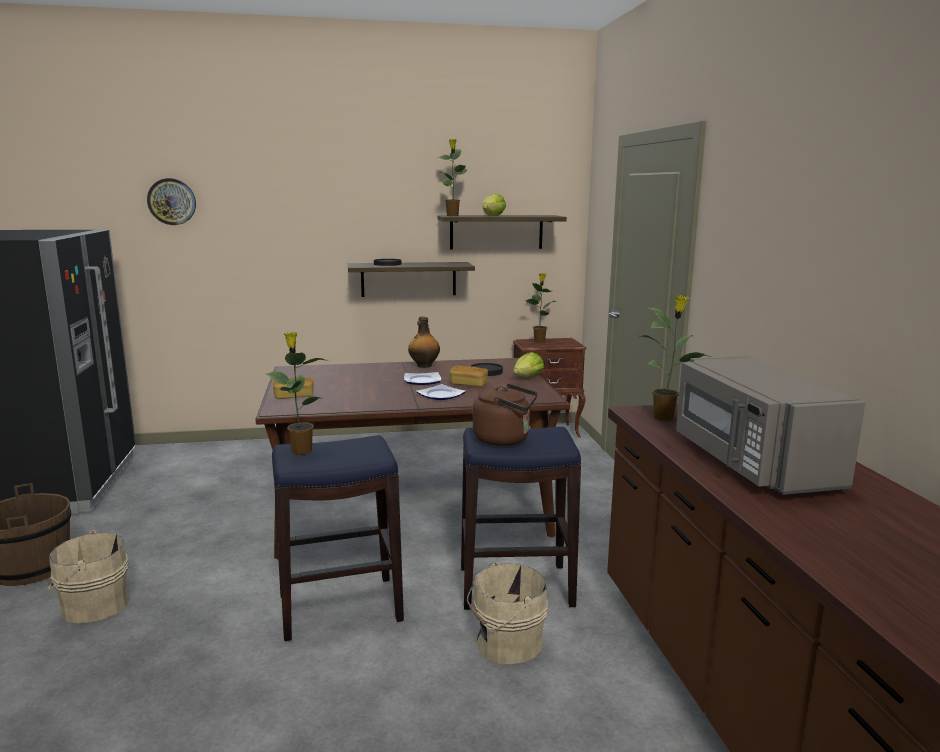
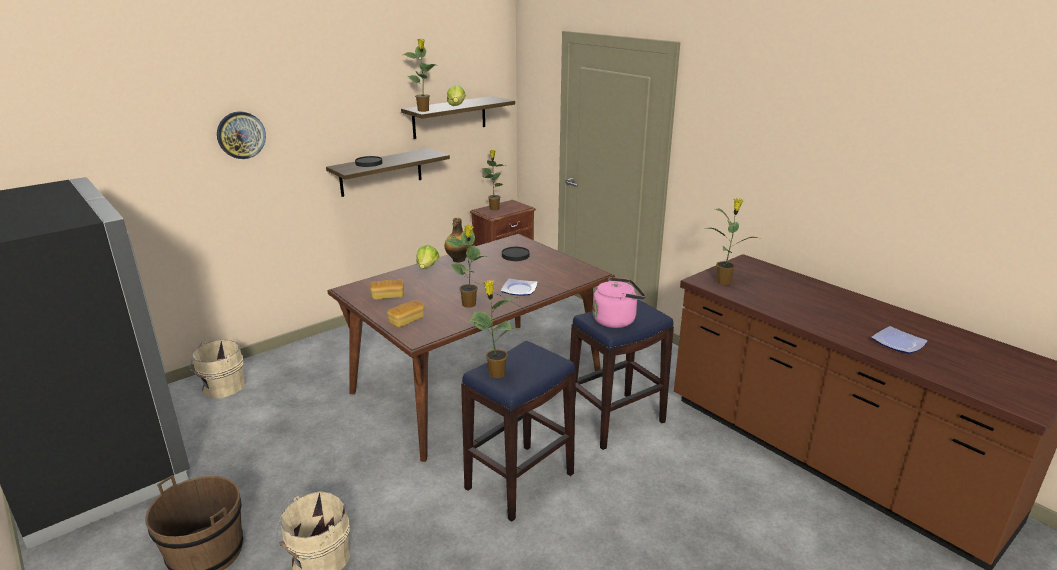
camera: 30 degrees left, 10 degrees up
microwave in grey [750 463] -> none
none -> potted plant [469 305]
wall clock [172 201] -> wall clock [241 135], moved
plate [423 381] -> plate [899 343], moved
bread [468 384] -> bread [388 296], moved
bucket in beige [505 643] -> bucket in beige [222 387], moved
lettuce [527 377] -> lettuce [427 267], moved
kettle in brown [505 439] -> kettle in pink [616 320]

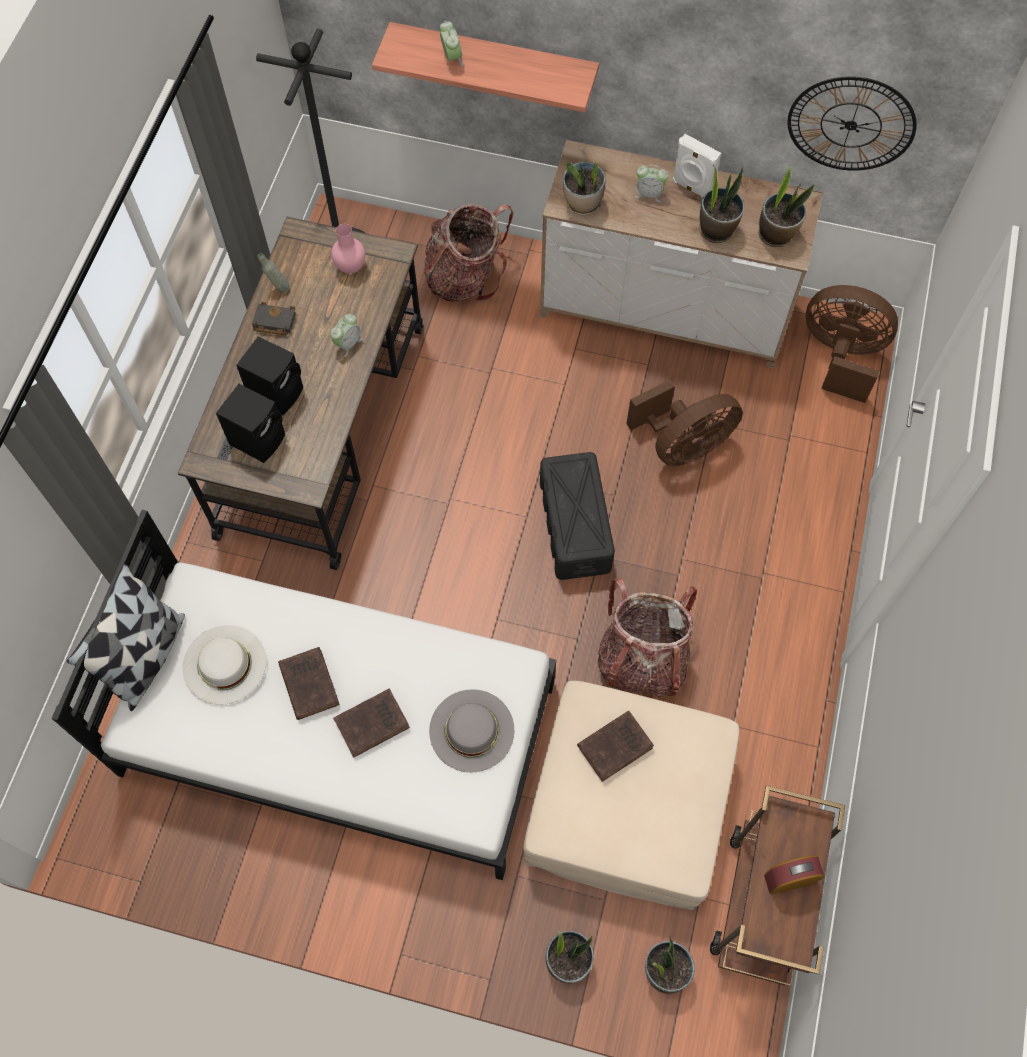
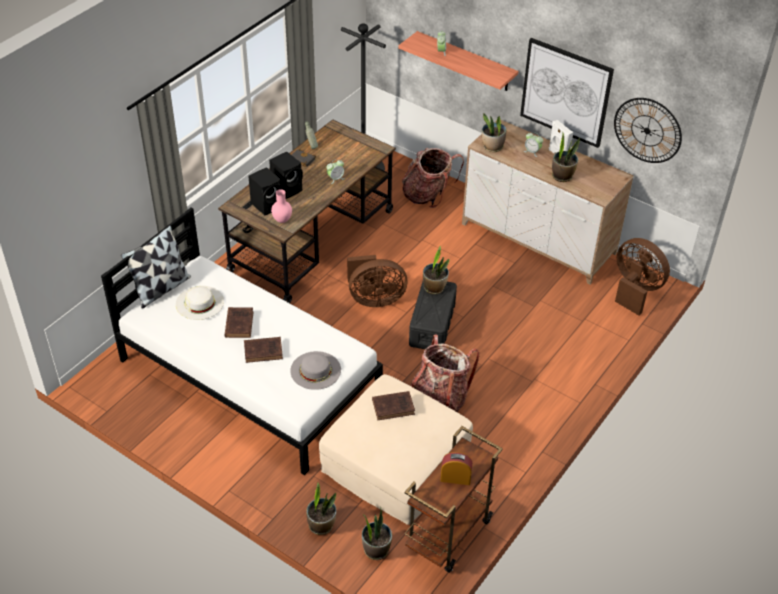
camera: 20 degrees right, 20 degrees down
none -> picture [565 92]
vase in pink [350 267] -> vase in pink [282 220], moved
fan in brown [683 445] -> fan in brown [374 299], moved
potted plant [776 234] -> potted plant [434 288], moved

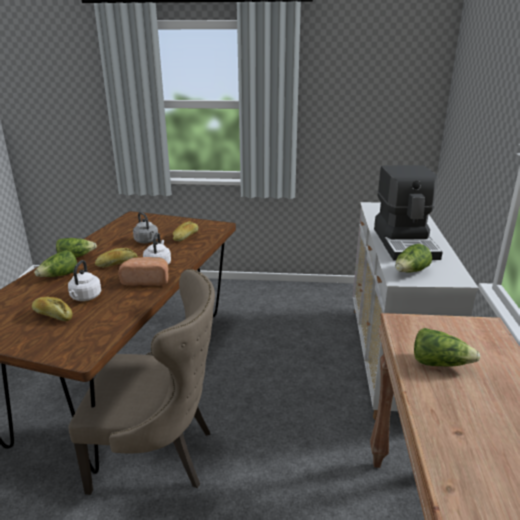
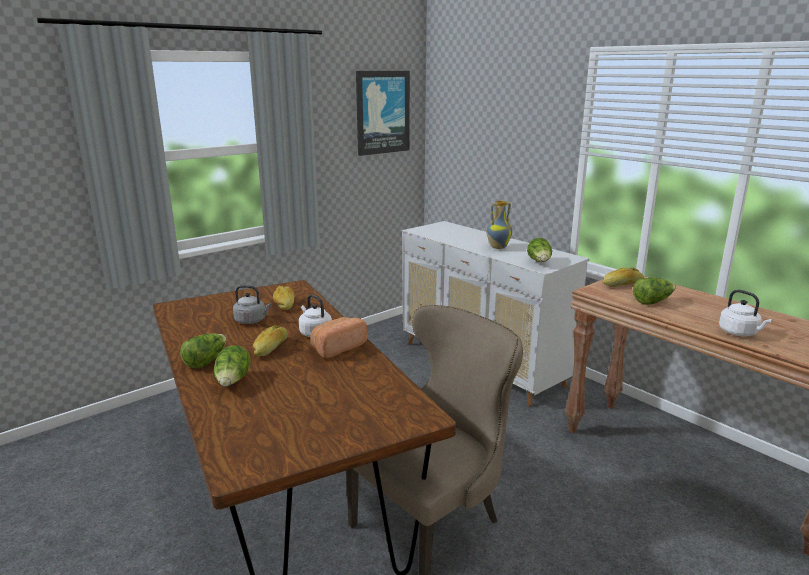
camera: 45 degrees left, 5 degrees down
none -> picture [382 112]
bread [53 315] -> bread [622 285], moved
kettle in white [85 297] -> kettle in white [740 333], moved
coffee machine [406 243] -> vase [498 247]

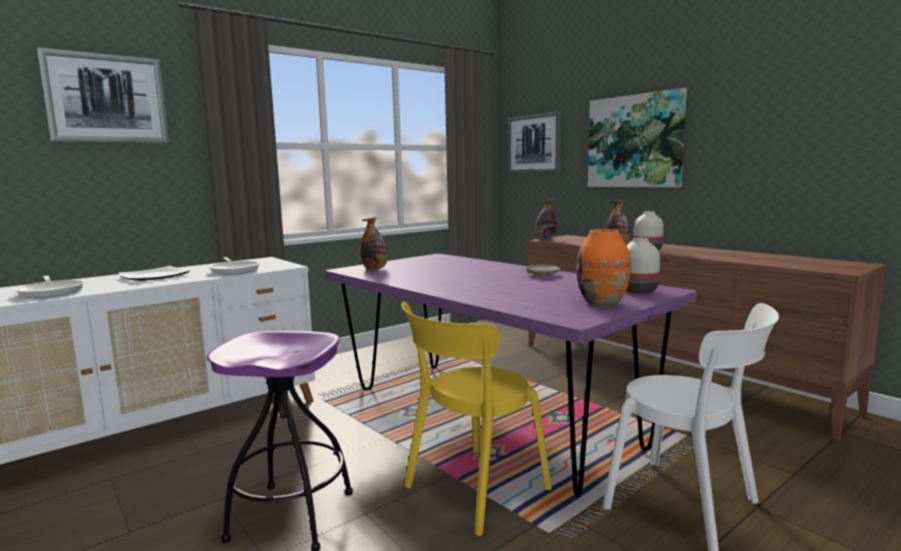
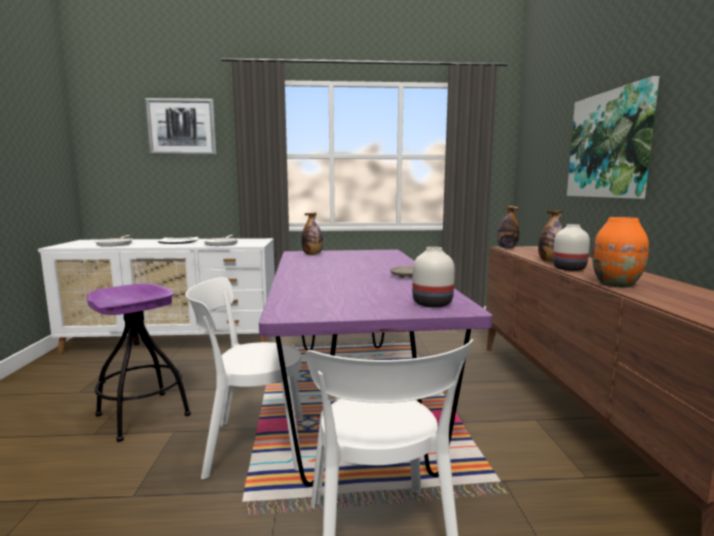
camera: 35 degrees right, 0 degrees up
picture [534 144] -> none
vase in orange [602 303] -> vase in orange [616 285], moved
chair in yellow [472 490] -> chair in white [251 445]

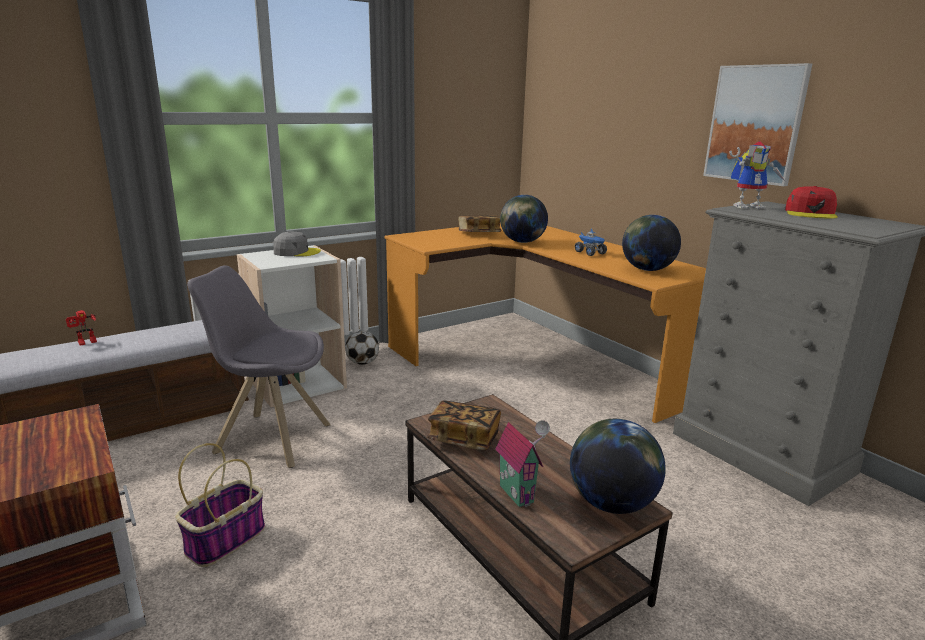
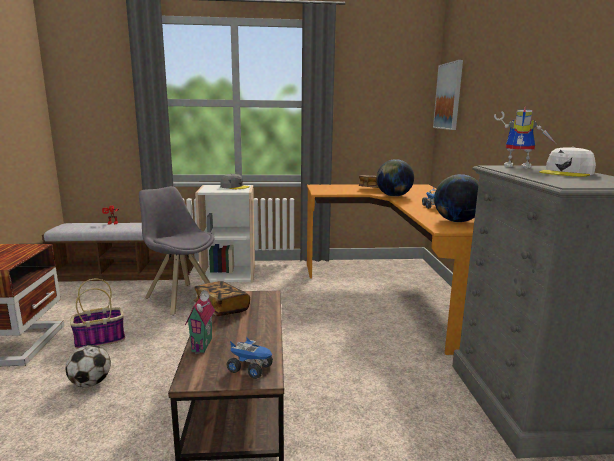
camera: 30 degrees right, 5 degrees down
football [362 363] -> football [90 383], moved
picture [755 124] -> picture [449 96], moved
globe [611 503] -> toy truck [250 369]
cap in red [811 213] -> cap in white [566 173]

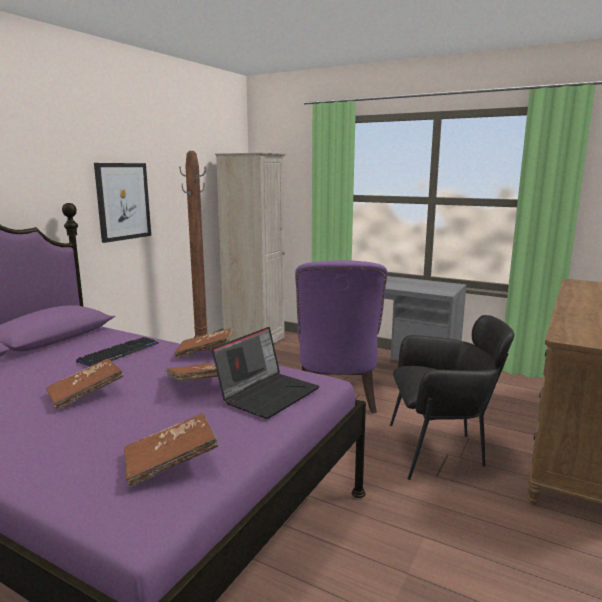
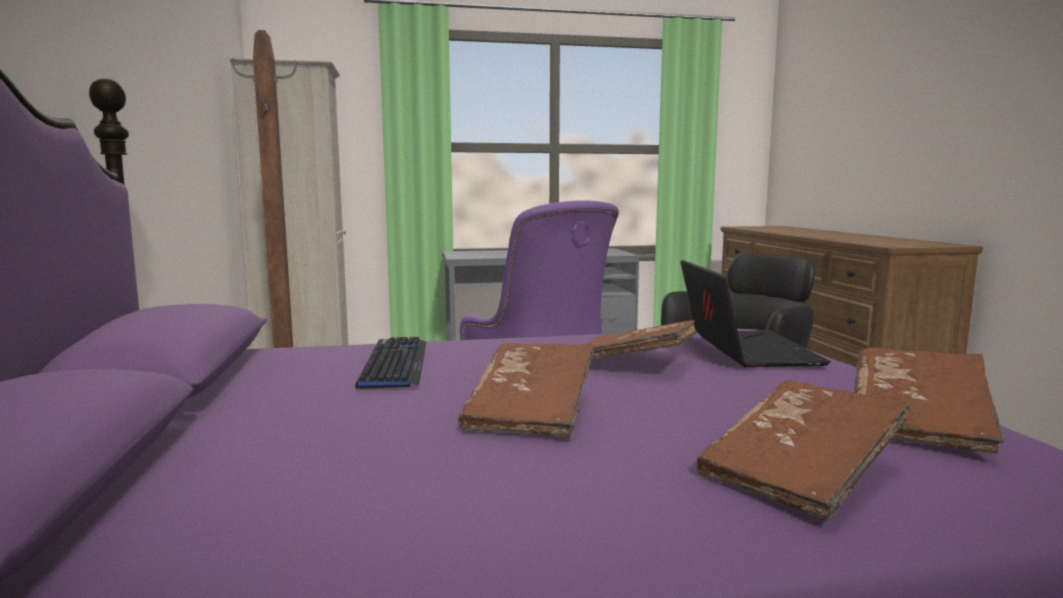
camera: 40 degrees left, 5 degrees down
picture [123 201] -> none
book in brown [205 352] -> book in brown [801 472], moved

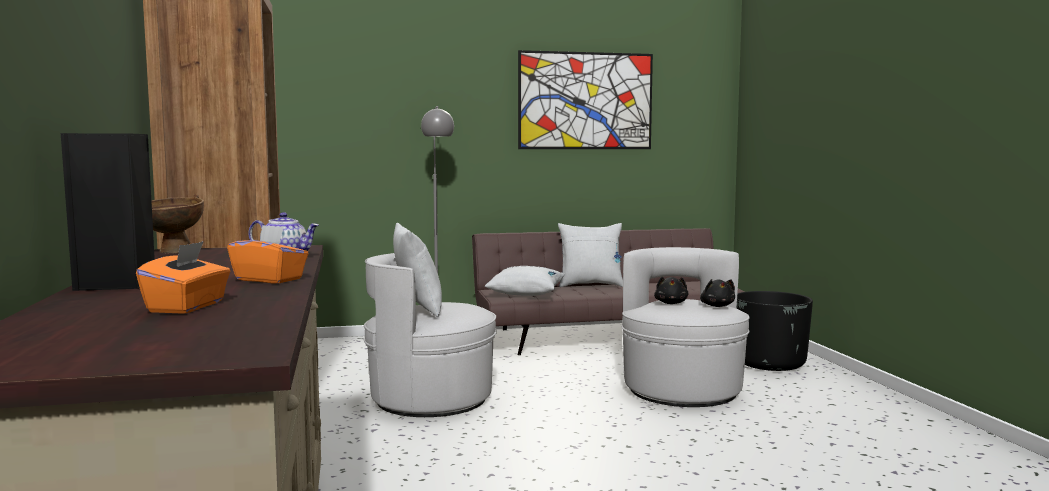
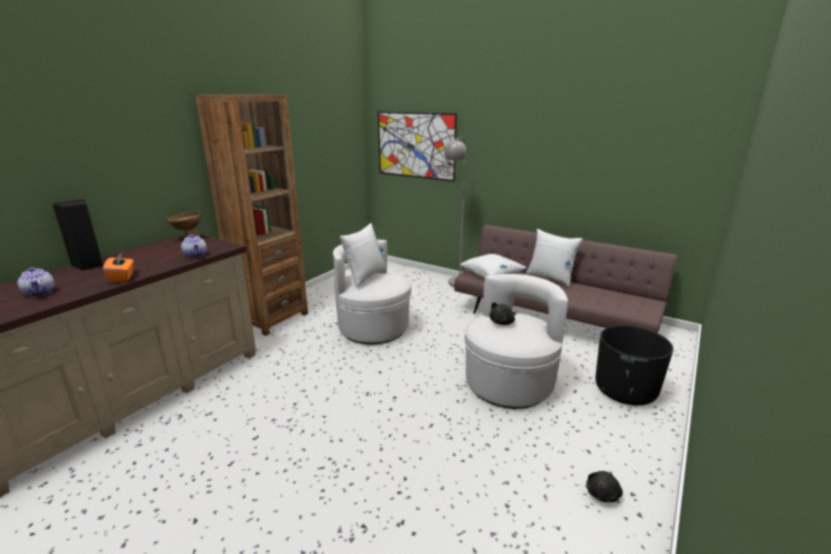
camera: 45 degrees right, 15 degrees up
picture [585 101] -> picture [415 145], moved
plush toy in black [717 306] -> plush toy in black [603 494], moved
tissue box in orange [187 307] -> teapot [40 293]

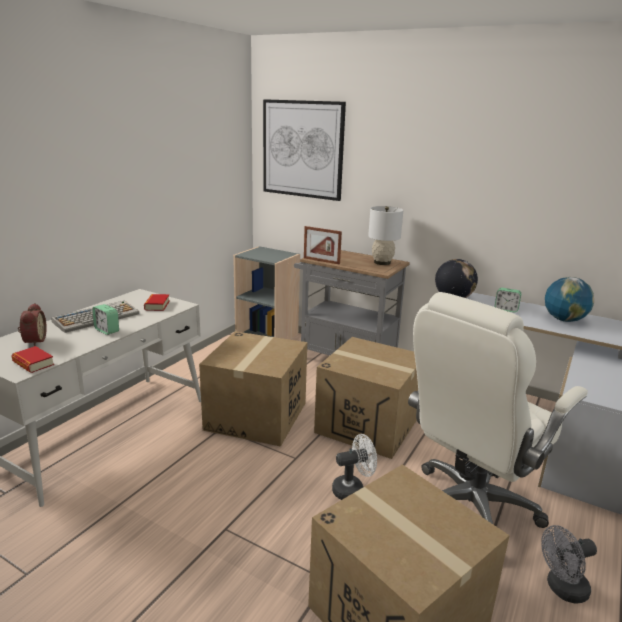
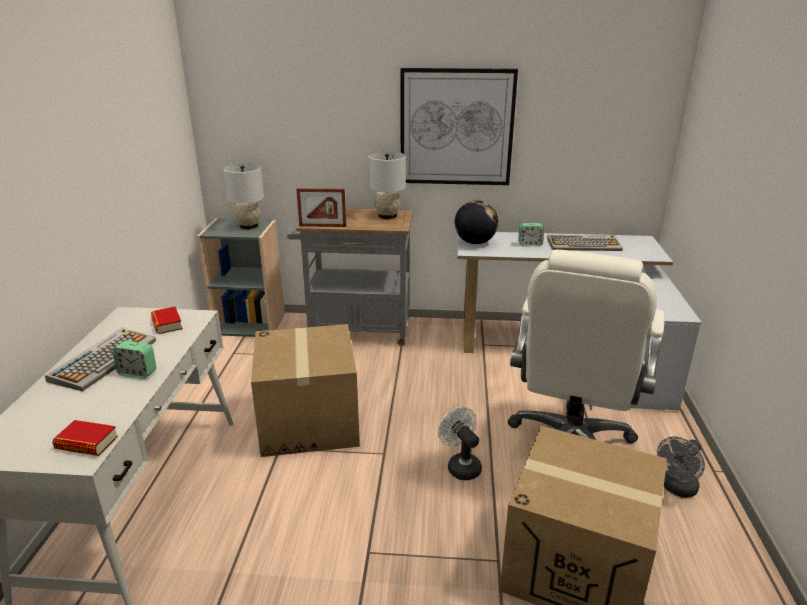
camera: 25 degrees left, 5 degrees up
alarm clock [33 341] -> none
cardboard box [368 424] -> none
none -> table lamp in white [248 226]
picture [302 149] -> picture [456 127], moved
globe [564 320] -> keyboard [584 244]
fan in white [352 489] -> fan in white [460 466], 75 degrees counterclockwise

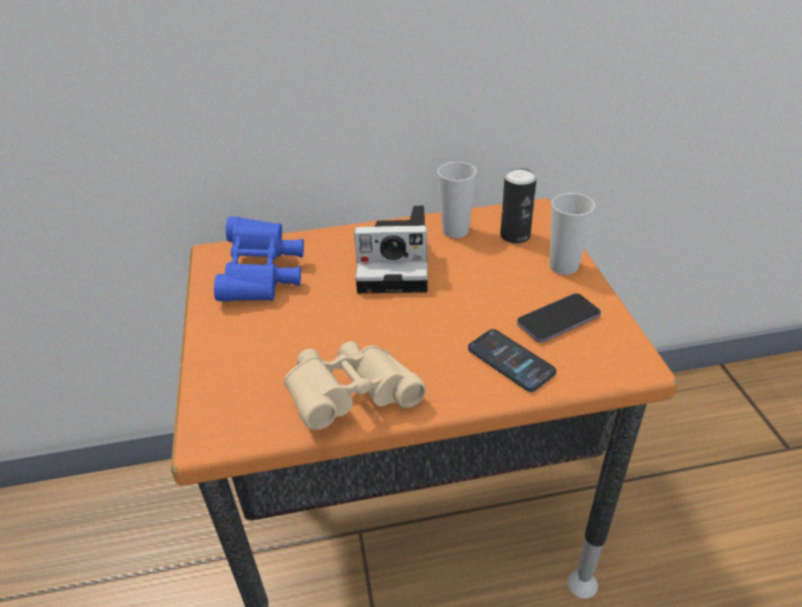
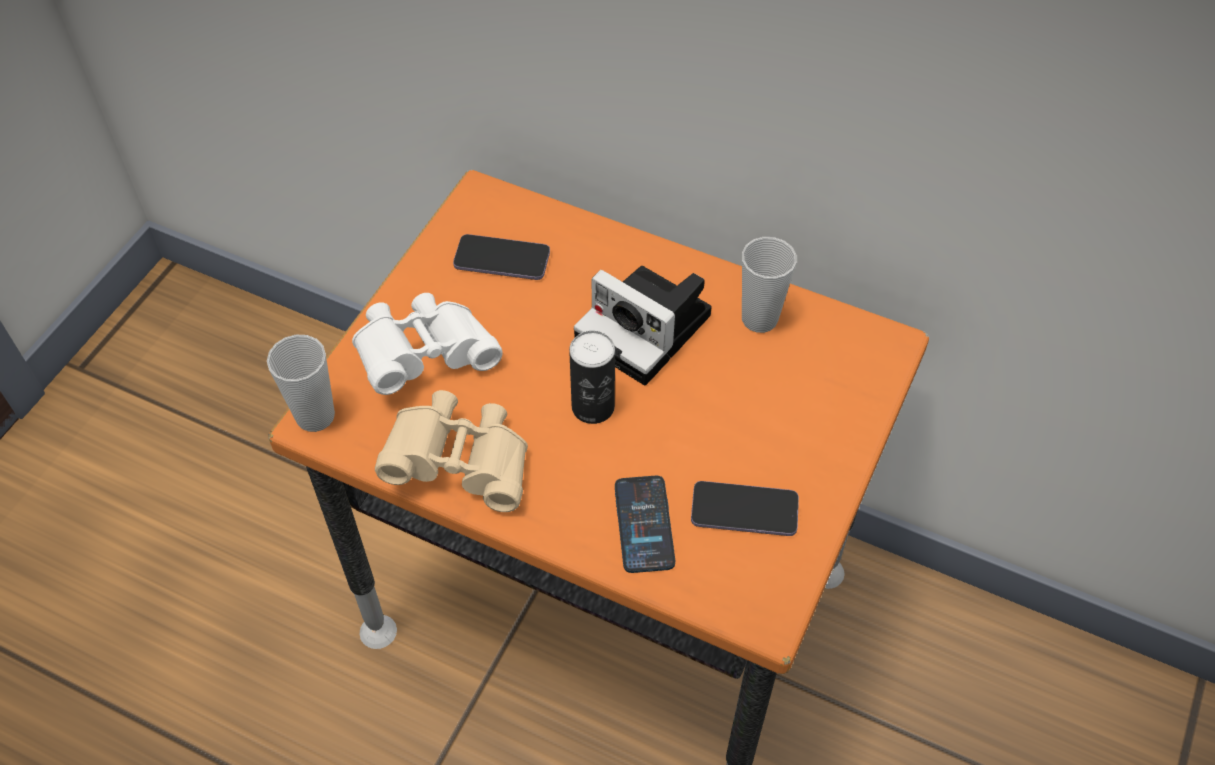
camera: 35 degrees right, 15 degrees up
none -> binoculars in white [425 356]
can [515 235] -> can [593 406], moved
cup [563 266] -> cup [315 416], moved
binoculars in blue [263 277] -> phone [502 259]

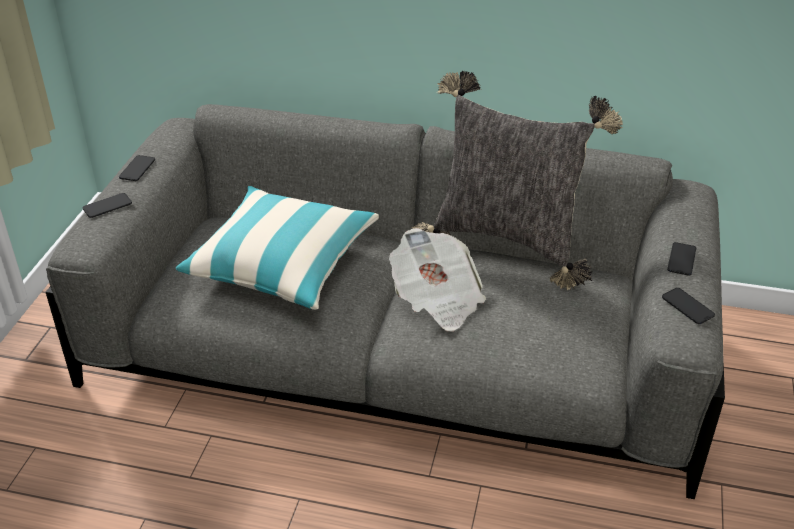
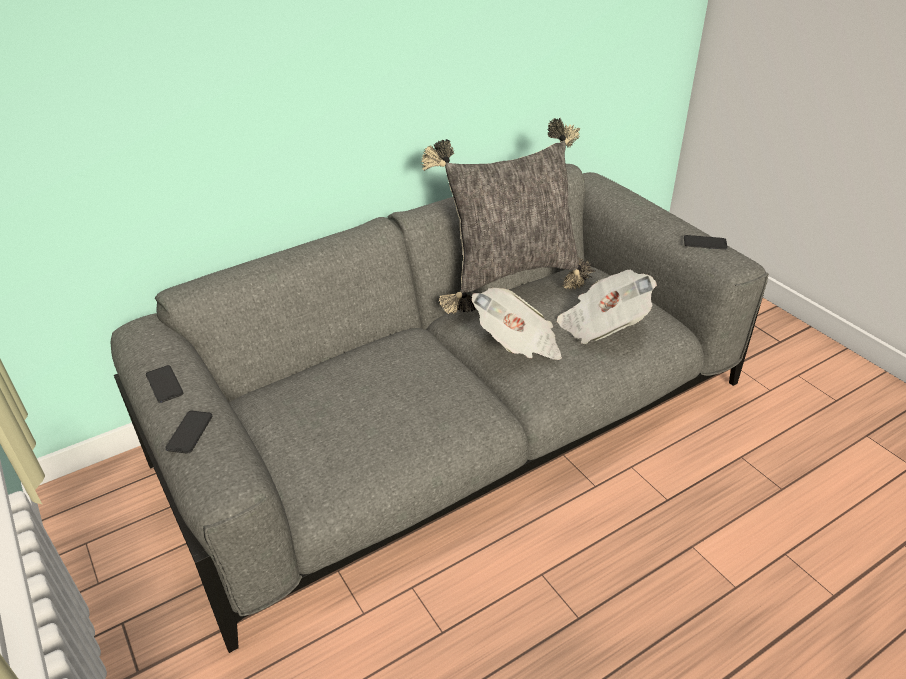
camera: 45 degrees left, 0 degrees up
pillow [282 263] -> none
phone [681 259] -> none
none -> newspaper [602 325]

